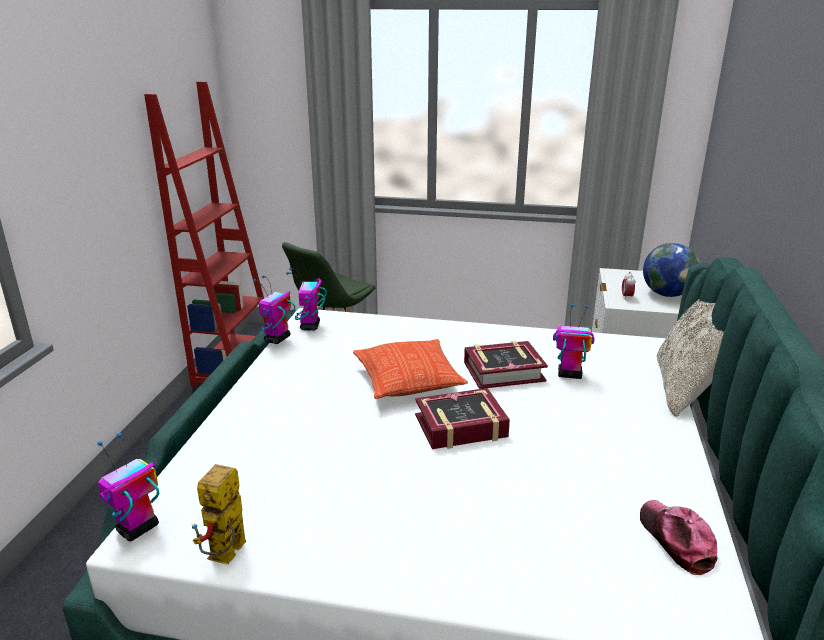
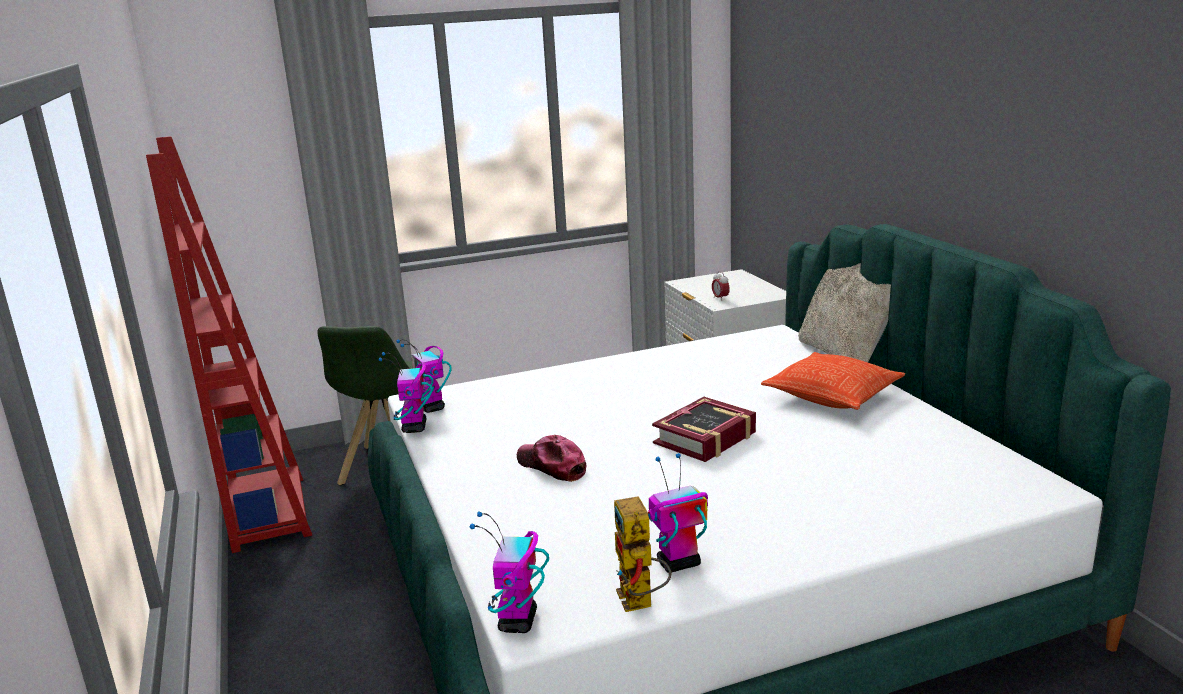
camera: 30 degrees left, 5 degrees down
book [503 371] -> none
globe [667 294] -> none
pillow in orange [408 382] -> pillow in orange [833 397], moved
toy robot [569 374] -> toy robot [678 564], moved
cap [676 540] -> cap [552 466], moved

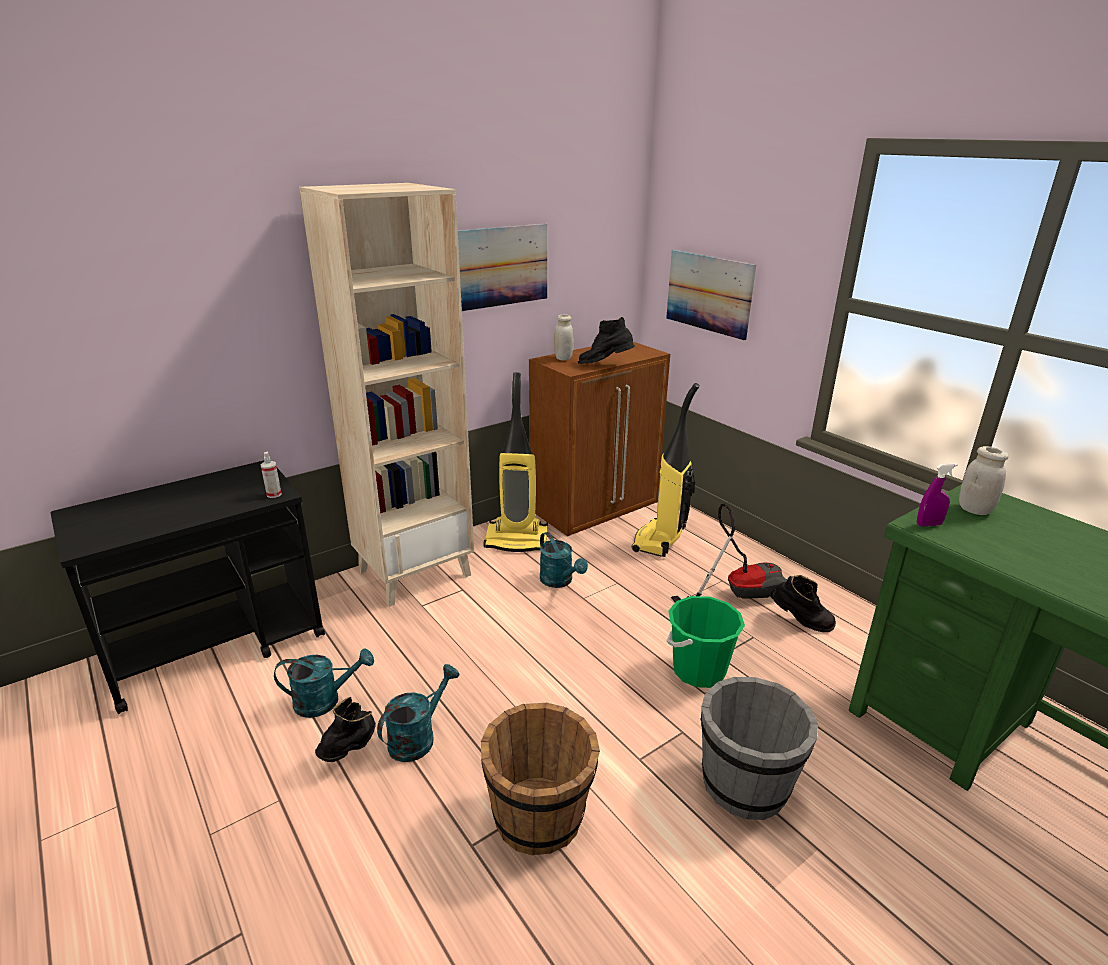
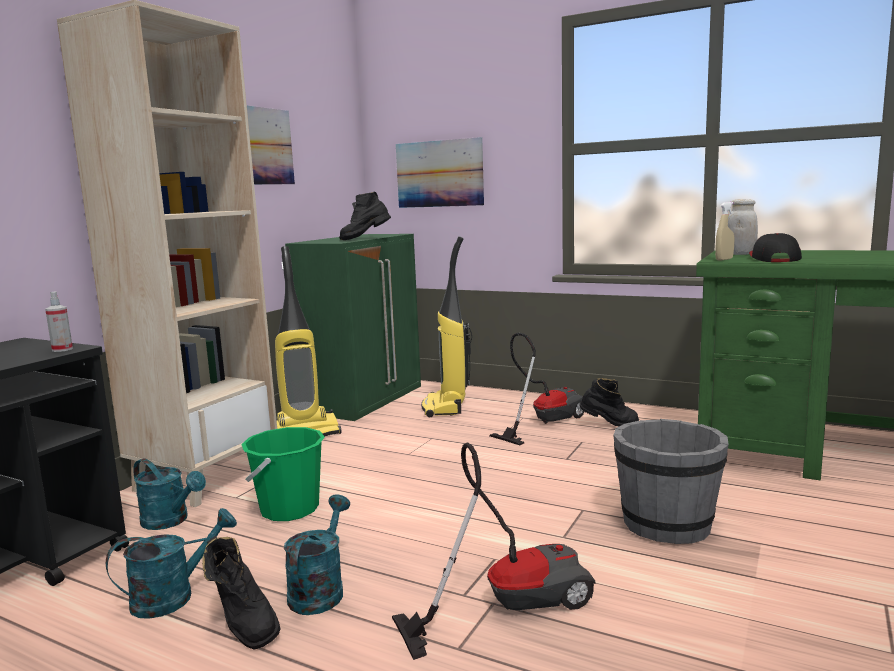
camera: 25 degrees left, 15 degrees down
jar in white [563 358] -> none
none -> cap [773 258]
watering can in turquoise [560 581] -> watering can in turquoise [170 521], moved
bucket in green [698 670] -> bucket in green [289 509], moved
bucket in brown [540 816] -> vacuum cleaner [509 603]
cabinet in brown [595 505] -> cabinet in green [364 398]
spray bottle in purple [929 524] -> spray bottle in beige [724 259]
boot in black [351 750] -> boot in black [244 624], 150 degrees clockwise

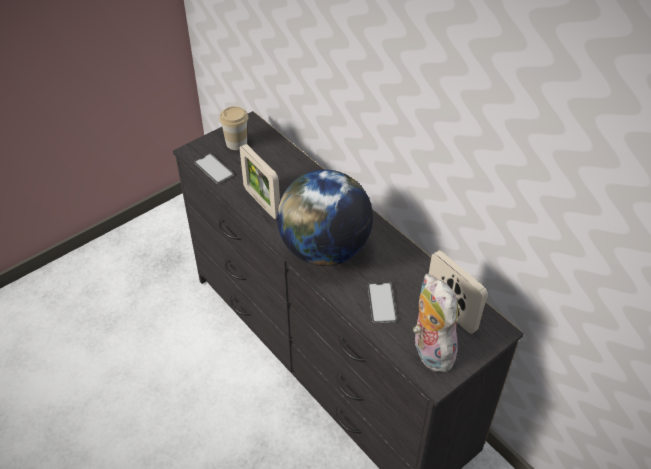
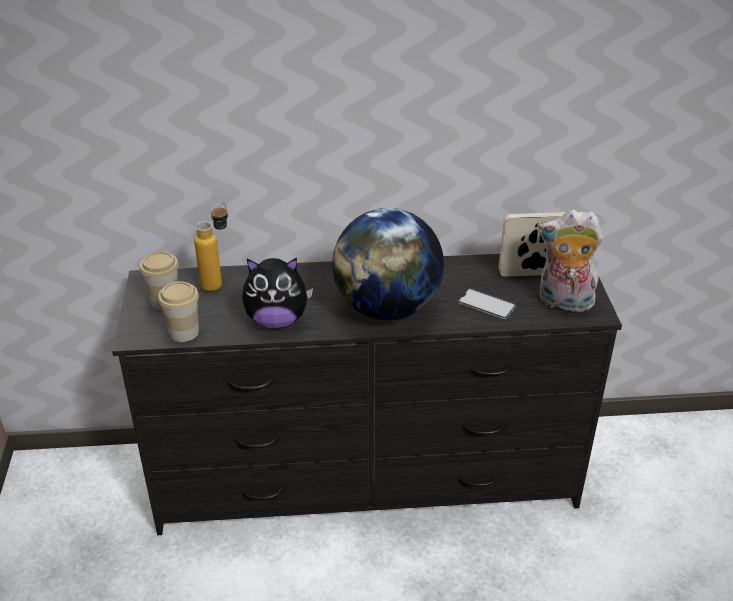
camera: 55 degrees left, 10 degrees down
none -> bottle [218 282]
phone [214 168] -> cup [184 332]
picture frame [262 202] -> plush toy [277 320]

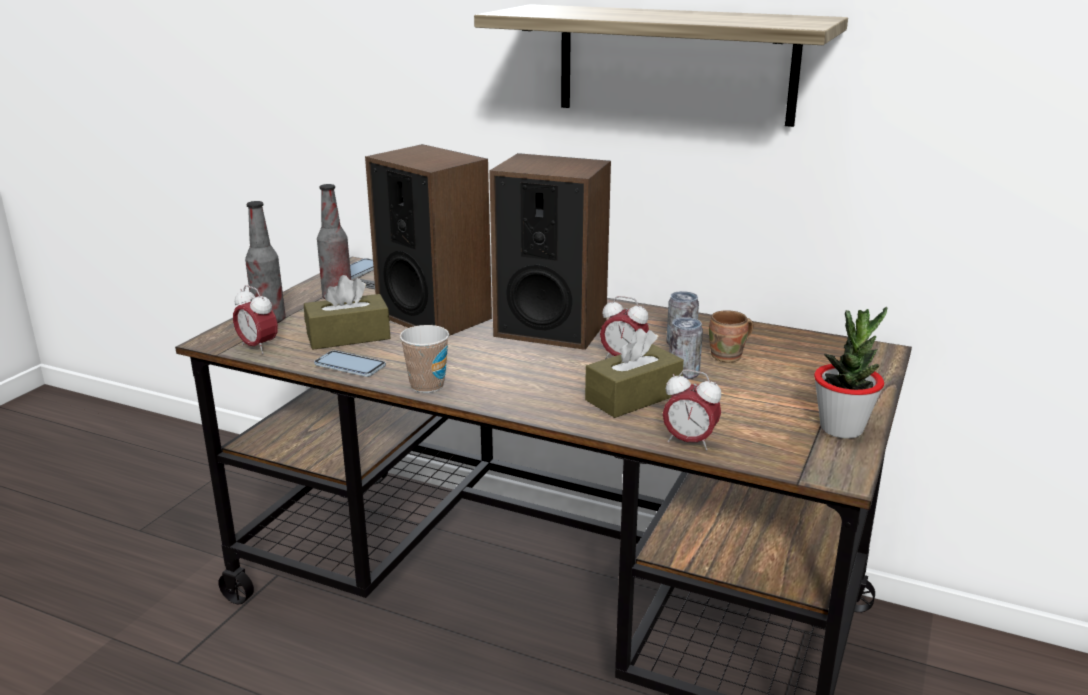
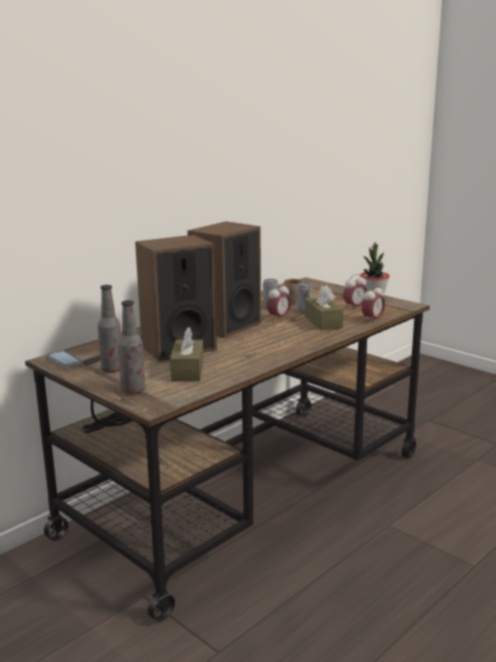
camera: 70 degrees left, 5 degrees down
phone [350 365] -> none
cup [427 385] -> none
shelf [675 64] -> none
alarm clock [258 347] -> alarm clock [354 307], moved

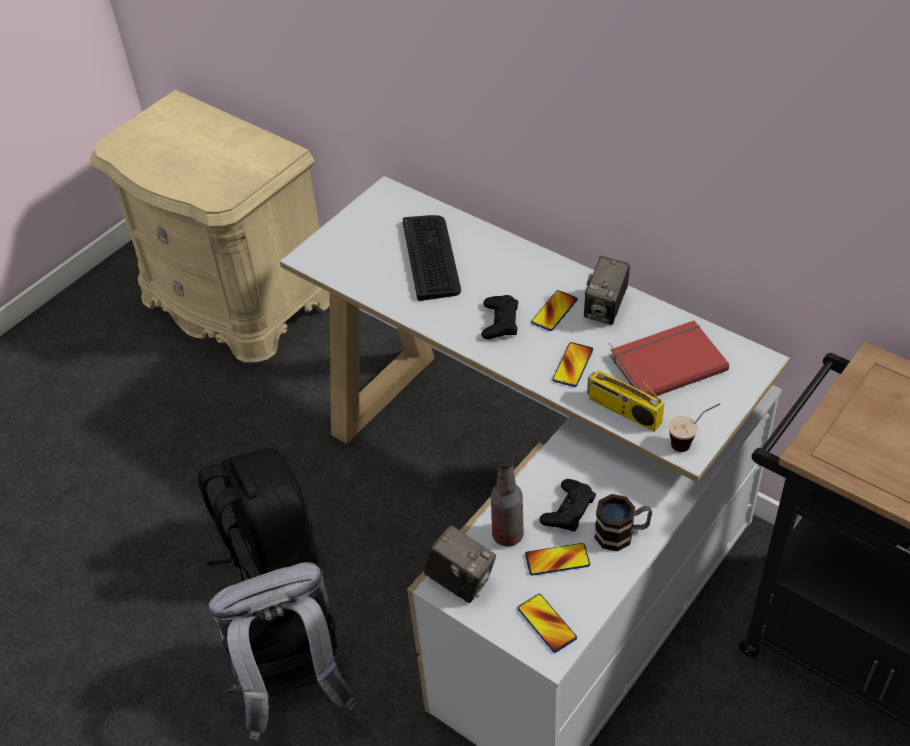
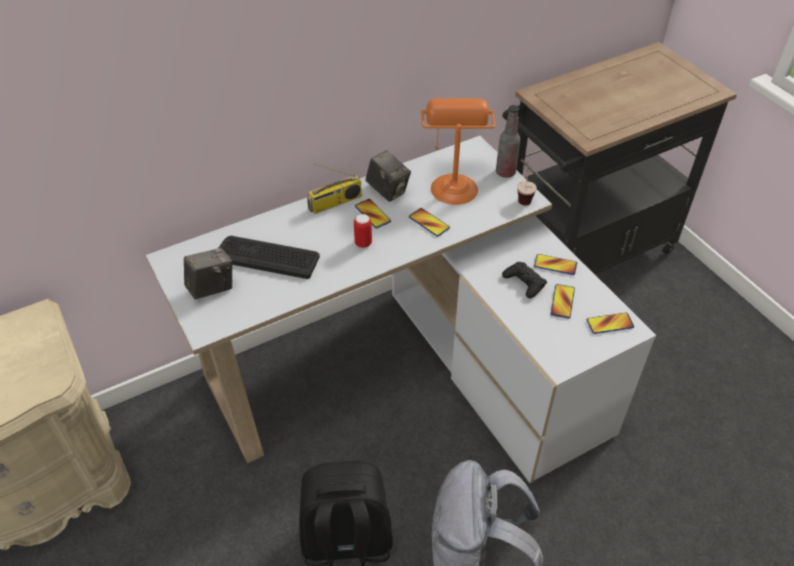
camera: 70 degrees left, 0 degrees up
photo camera [461 581] -> photo camera [211 288], moved
bottle [507 535] -> bottle [505 172], moved
radio [622 410] -> radio [335 203], moved
game controller in black [500 321] -> can [363 243]
mug [622 534] -> phone [555 265]
book in red [666 361] -> table lamp in orange [452 182]

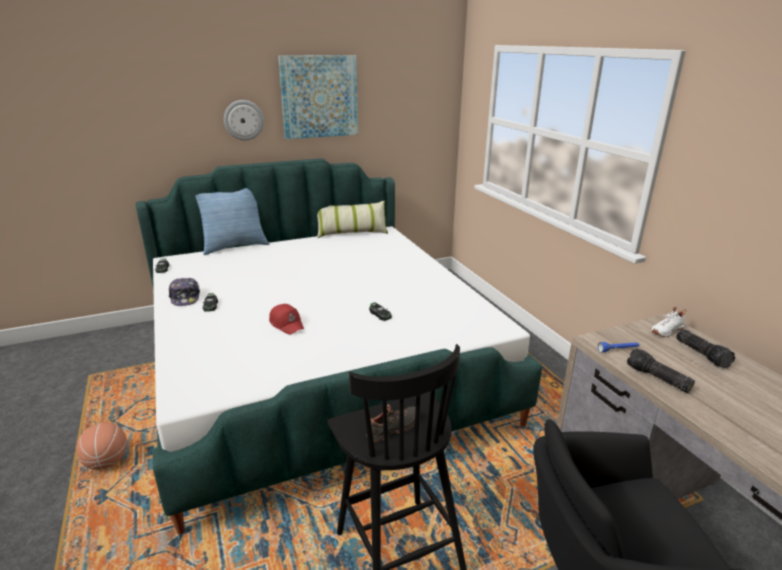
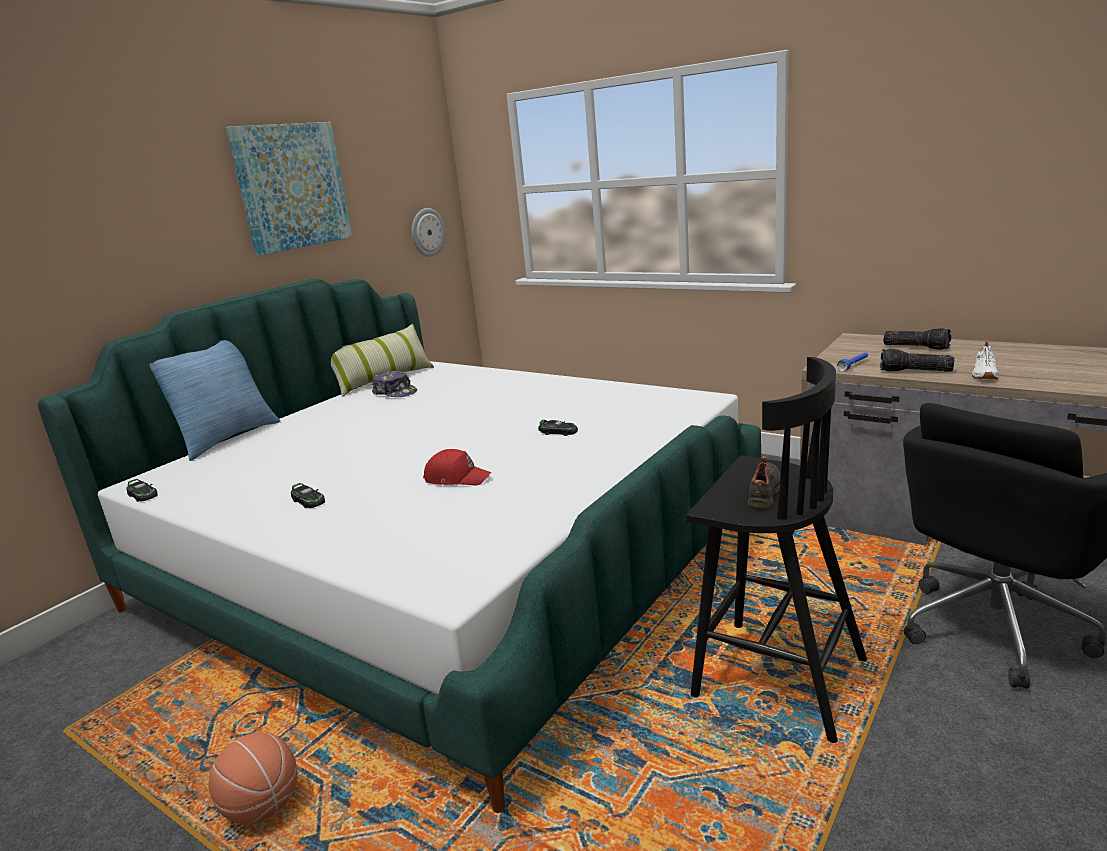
camera: 30 degrees left, 5 degrees down
cap [185 297] -> cap [395 392], moved
wall clock [243 120] -> wall clock [427 232], moved
shoe in white [665 330] -> shoe in white [983 374], moved

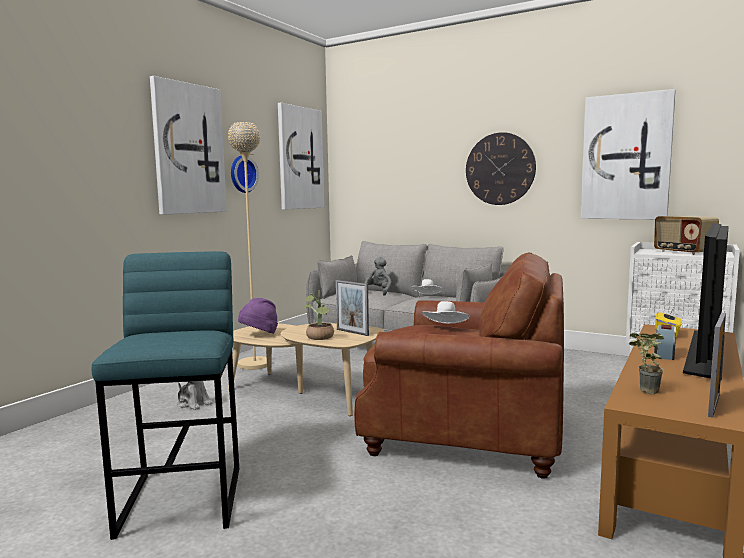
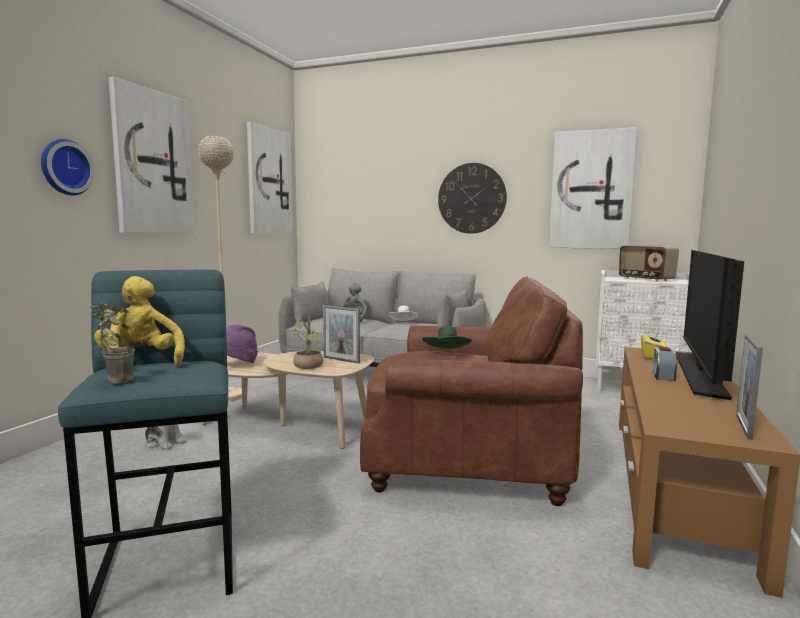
camera: 10 degrees left, 0 degrees up
none -> plush toy in yellow [141 362]
wall clock [242 174] -> wall clock [64 167], moved
potted plant [643 391] -> potted plant [114 380], moved
hat in white [445 328] -> hat in green [447 353]

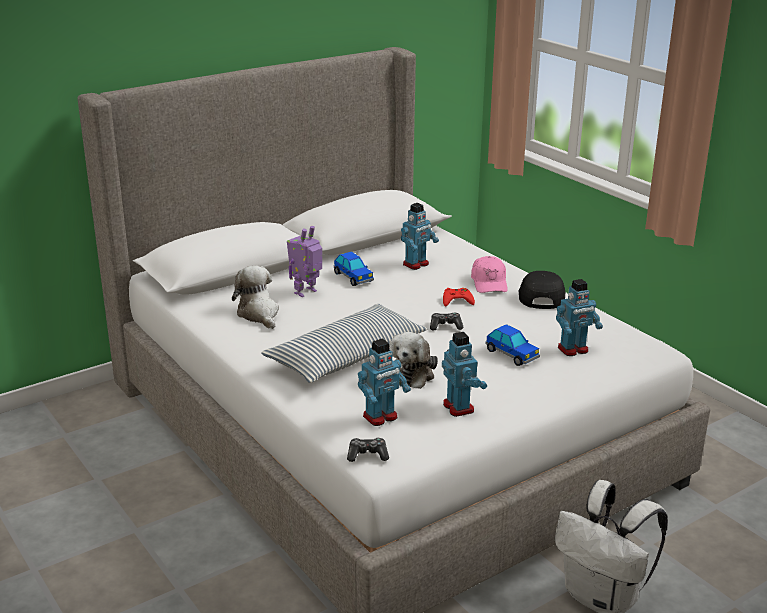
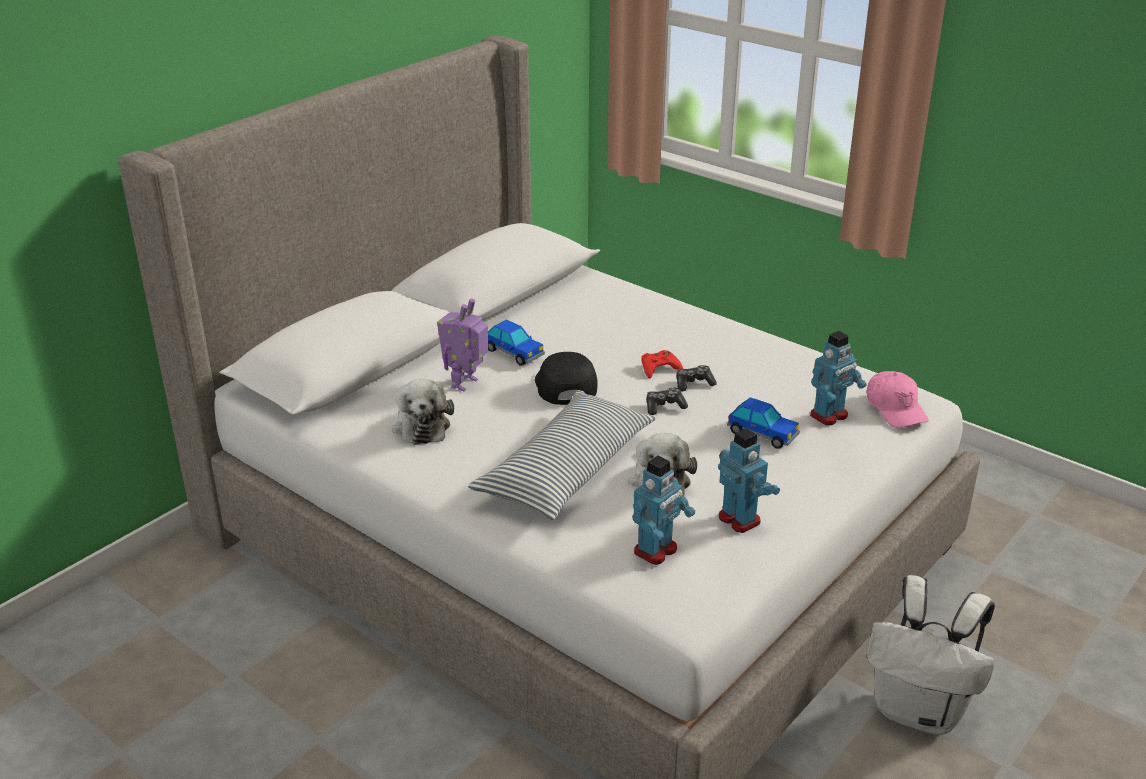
camera: 15 degrees left, 5 degrees up
toy robot [416 264] -> none
game controller [367 455] -> game controller [693 383], moved
cap in pink [489 283] -> cap in pink [895 408], moved
cap in black [540 296] -> cap in black [564 385], moved
plush toy [259 314] -> plush toy [421 425], 150 degrees counterclockwise

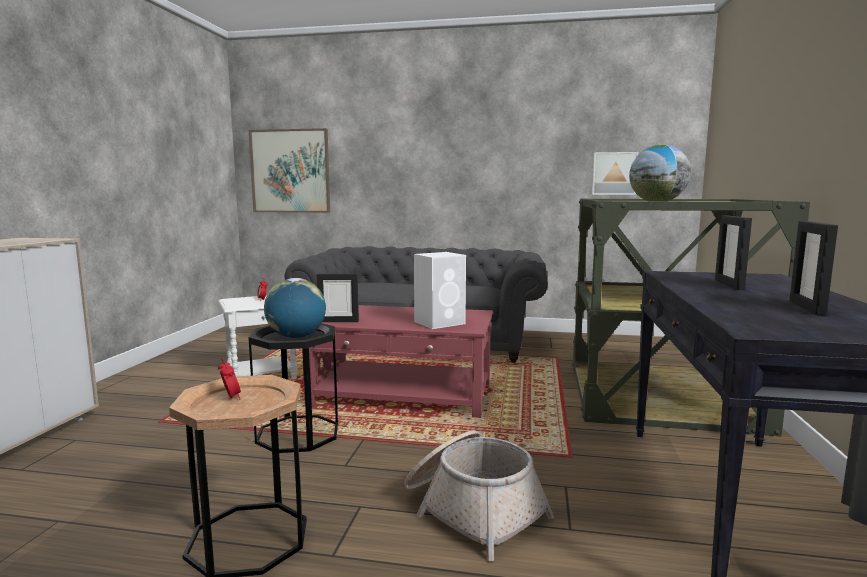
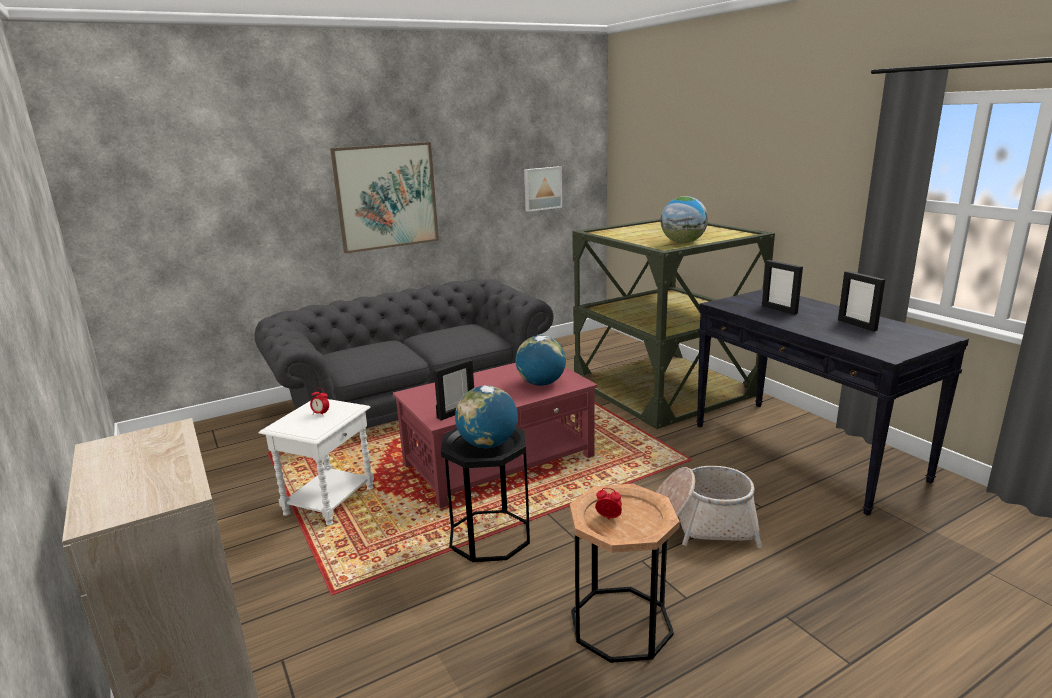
camera: 40 degrees left, 10 degrees up
picture [290 171] -> picture [386 196], moved
speaker in white [440 322] -> globe [541 383]

